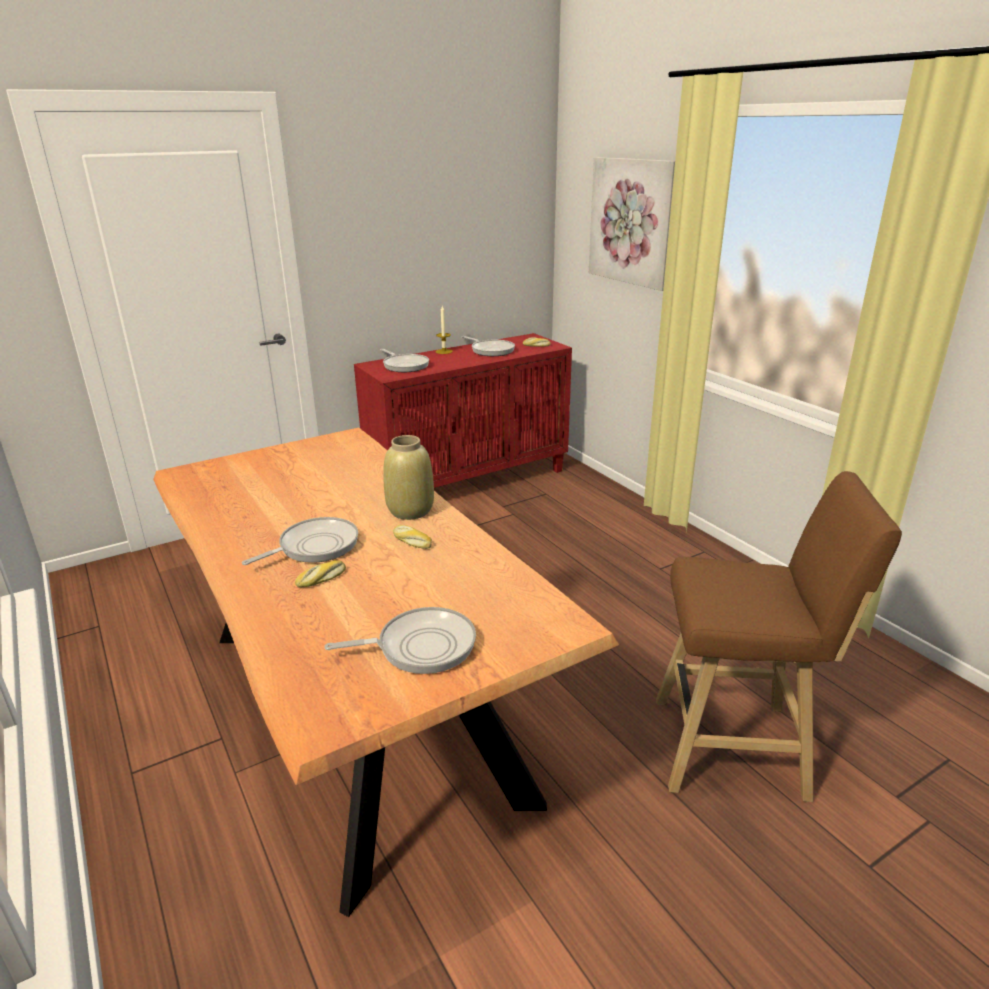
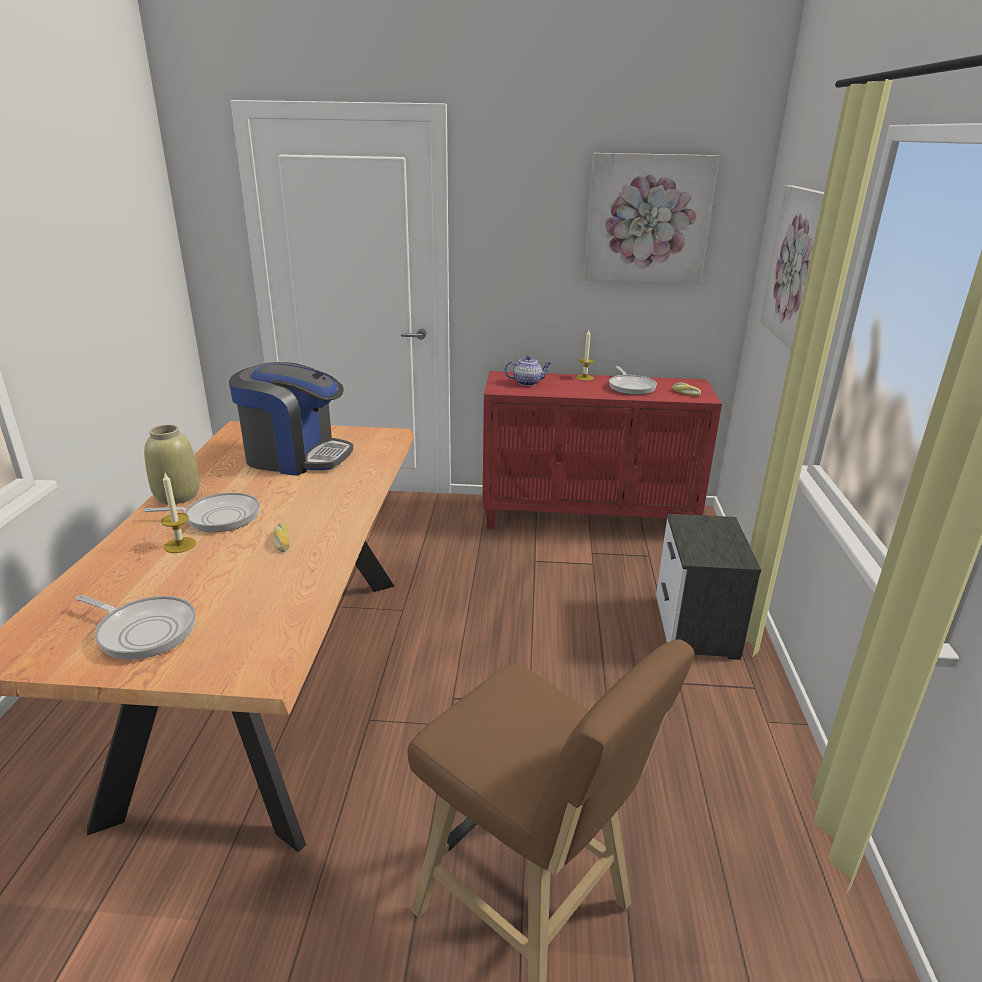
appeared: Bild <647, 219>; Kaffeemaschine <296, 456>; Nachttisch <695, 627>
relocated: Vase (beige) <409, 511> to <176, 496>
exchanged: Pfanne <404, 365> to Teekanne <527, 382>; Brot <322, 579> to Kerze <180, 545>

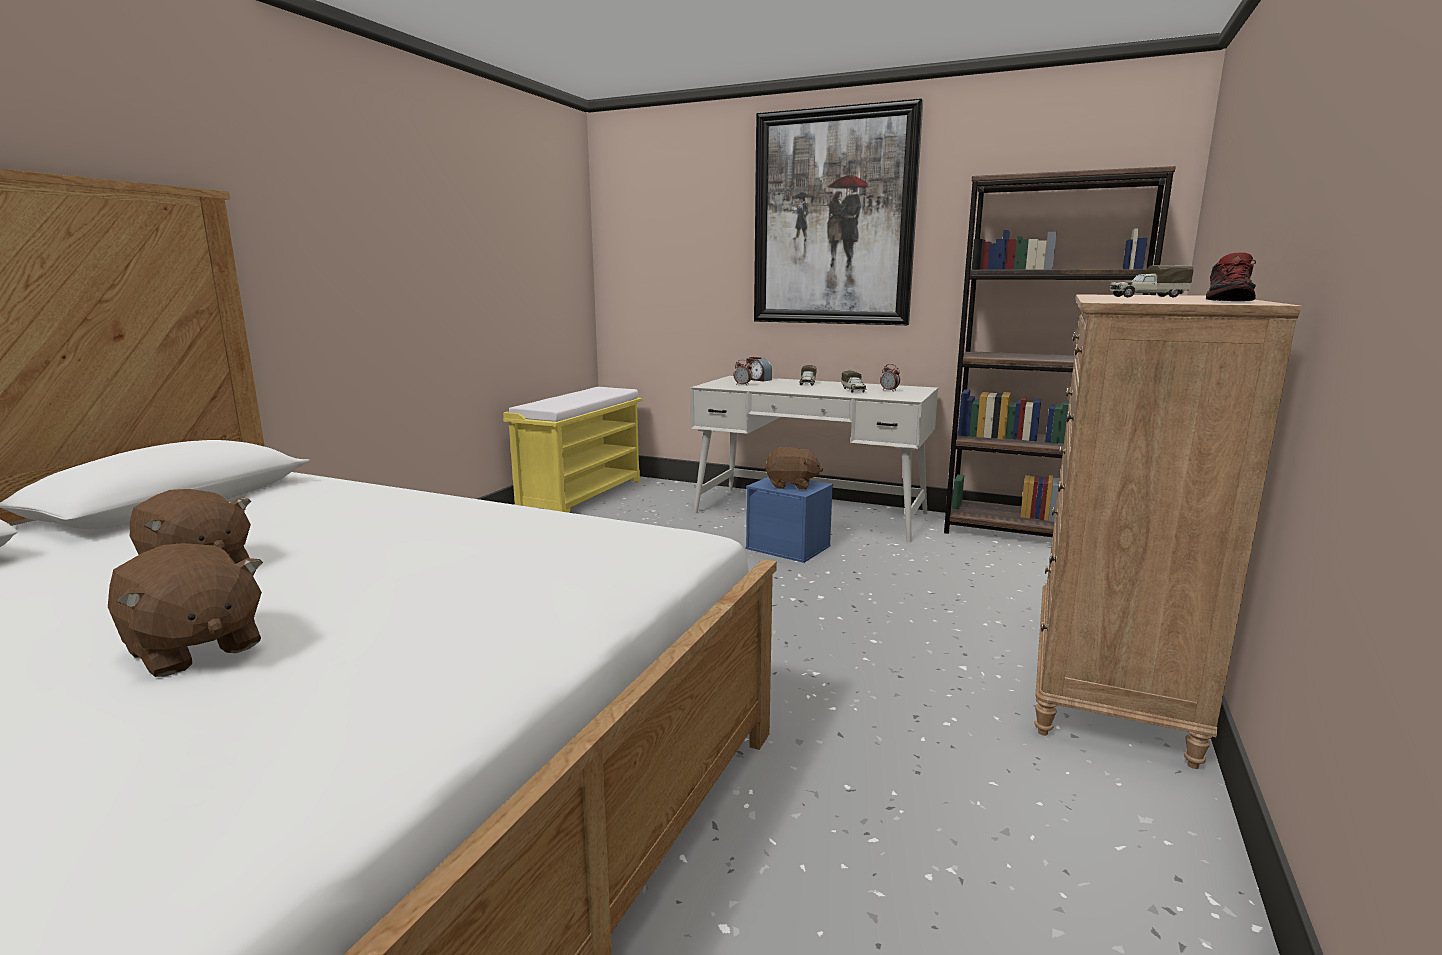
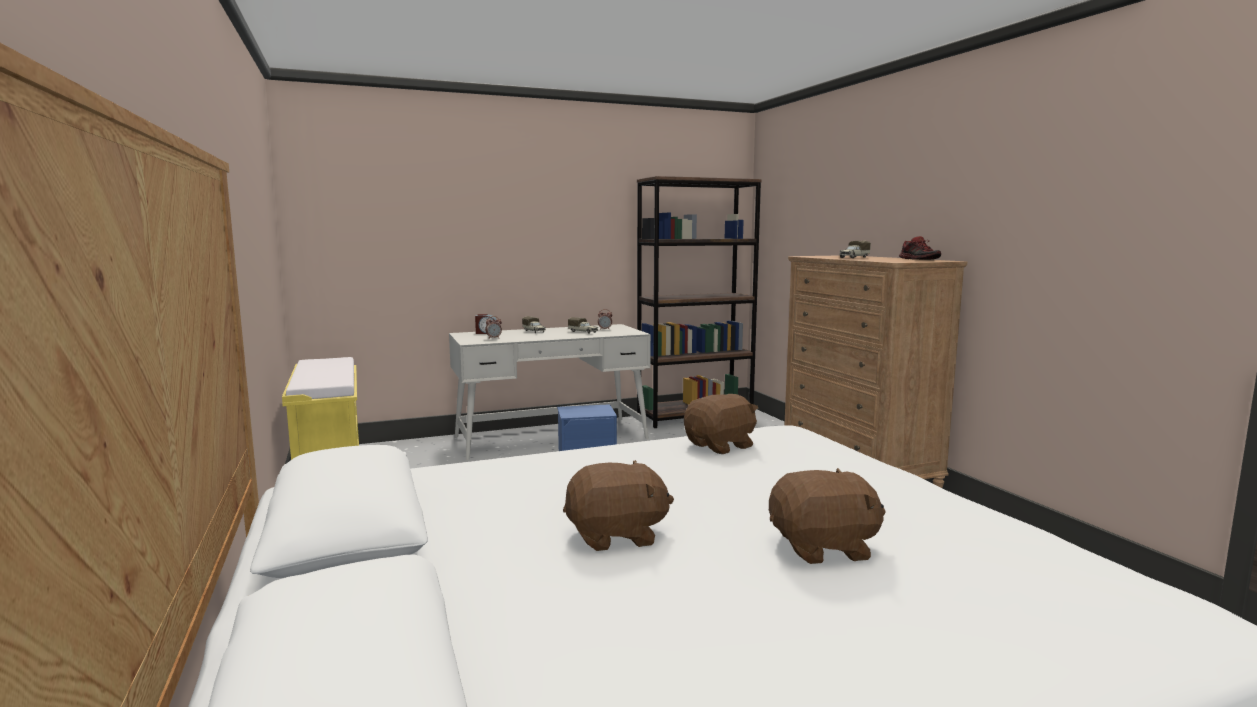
missing: Bild <833, 219>
relocated: Plüschtier (braun) <791, 485> to <721, 446>

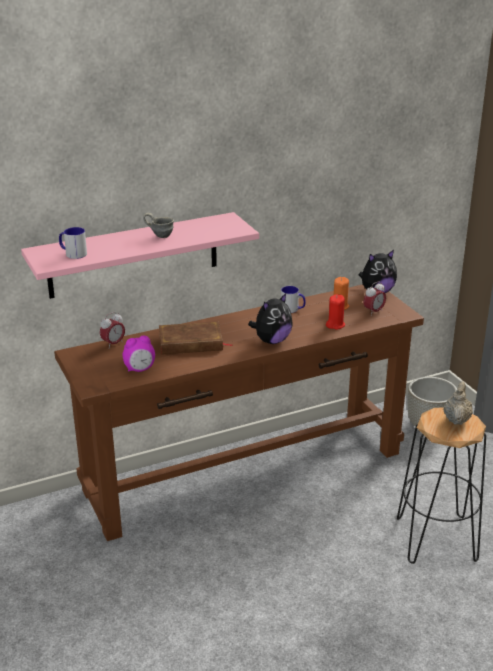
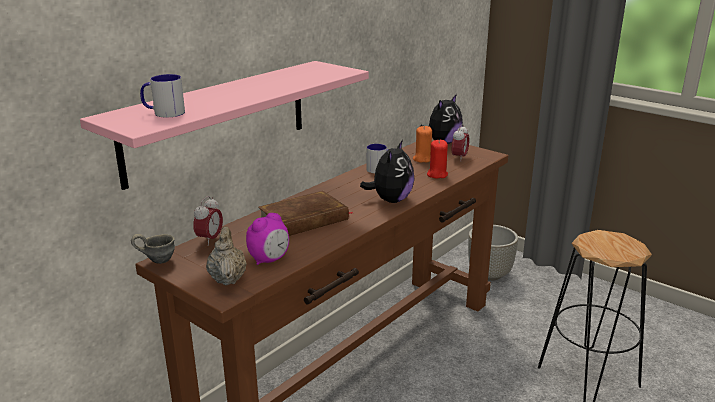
relocated: Henkelbecher (grau) <160, 235> to <158, 260>; Teekanne (beige) <456, 419> to <227, 278>

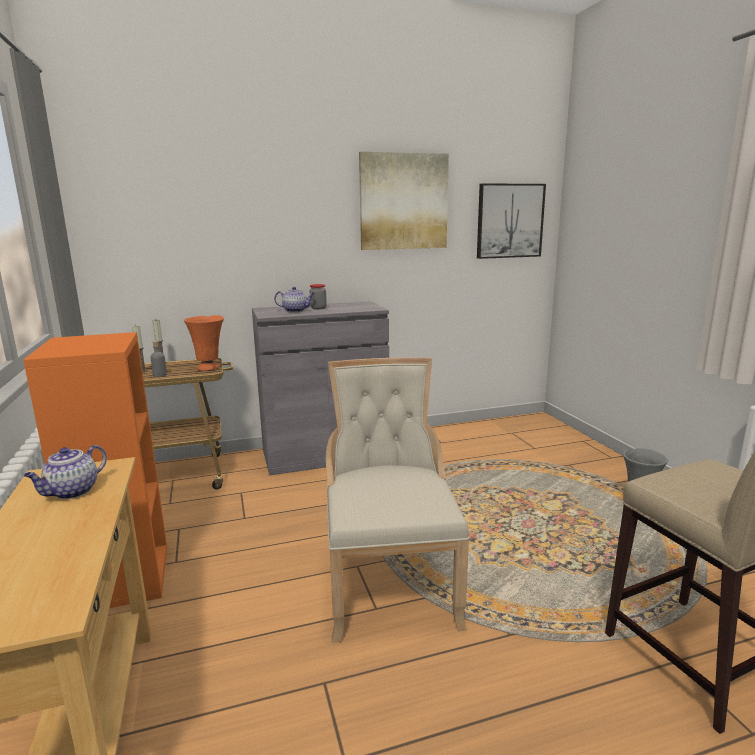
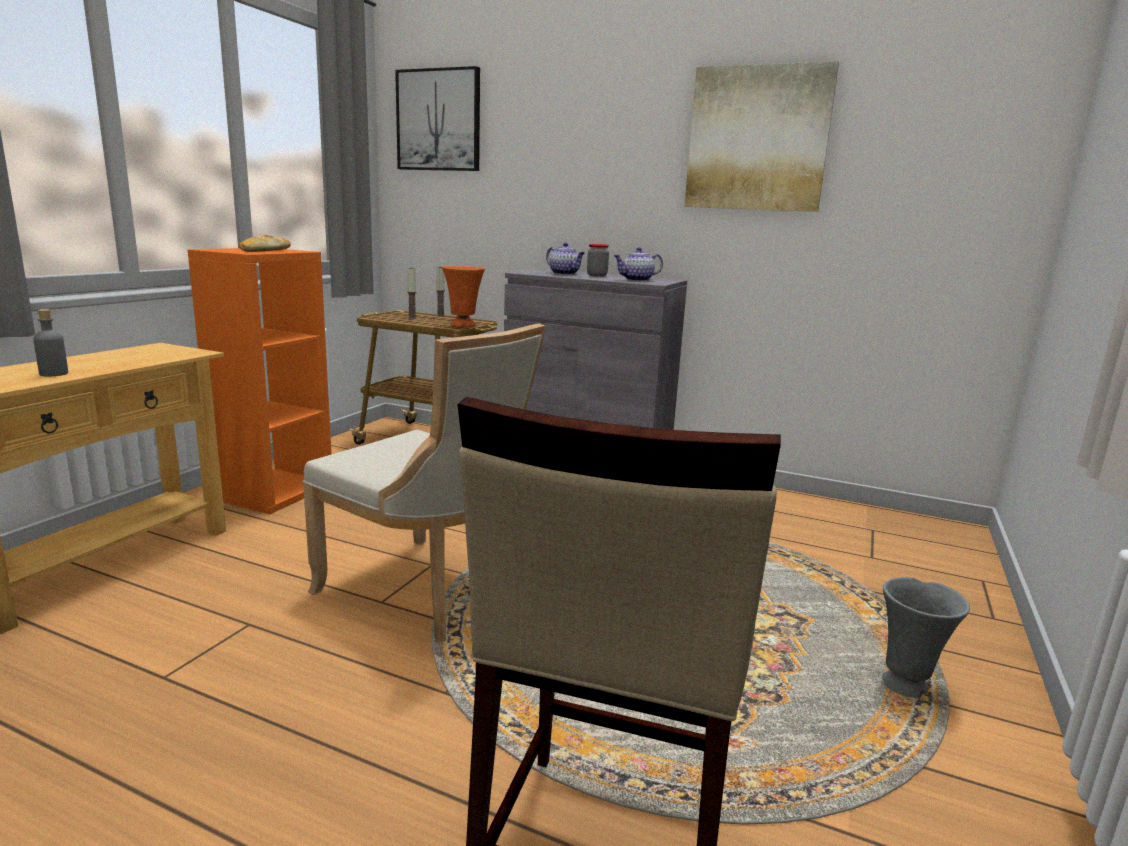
appeared: Brot <266, 250>
relocated: Bild <509, 221> to <439, 120>; Flasche (grau) <160, 375> to <54, 374>; Teekanne <72, 492> to <636, 280>
spun: Stuhl (beige) <390, 584> = <428, 592> 90 degrees clockwise

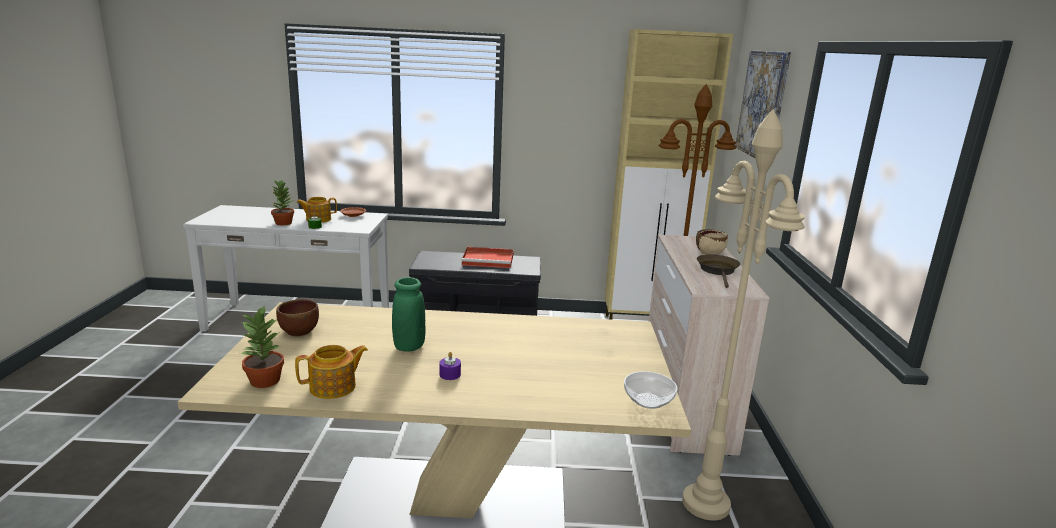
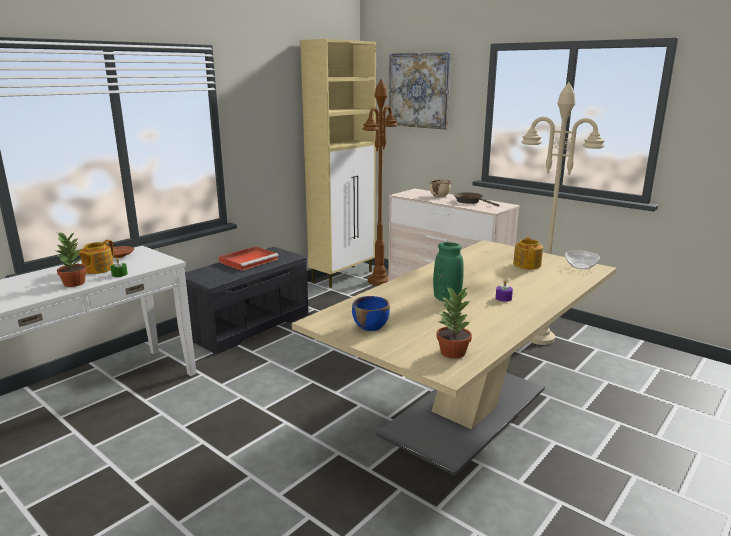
relocated: Teekanne <334, 387> to <527, 264>
colour: Schüssel (braun) <299, 331> to Schüssel (blau) <371, 326>

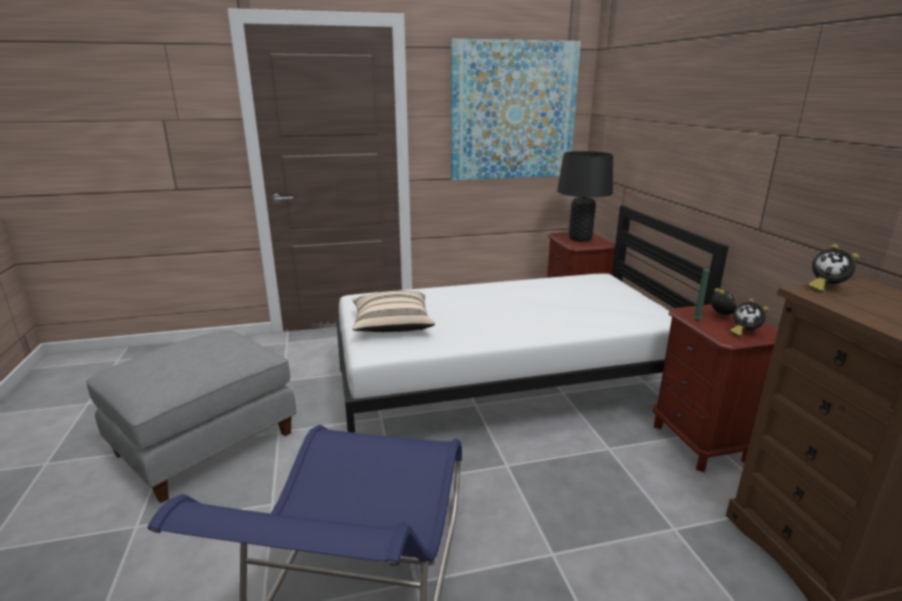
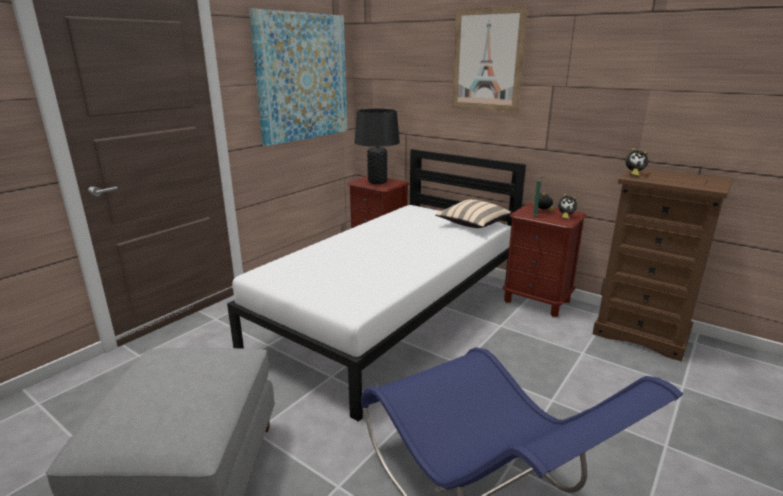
appeared: Bild <487, 60>
relocated: Kissen (beige) <392, 326> to <472, 224>

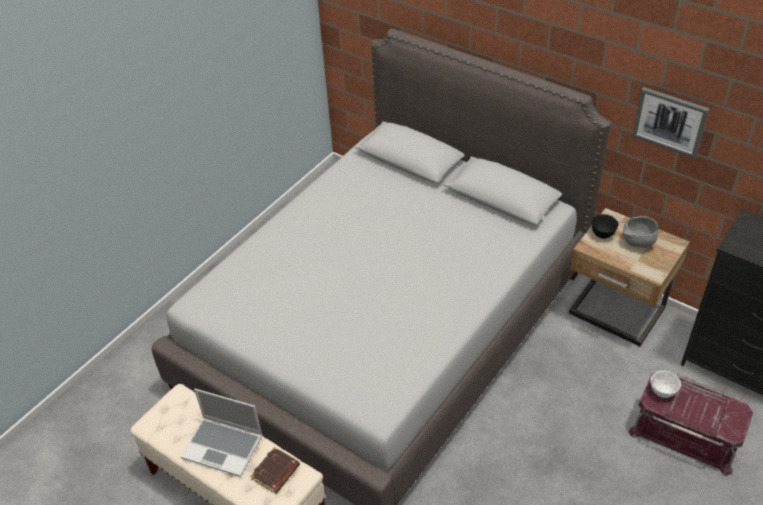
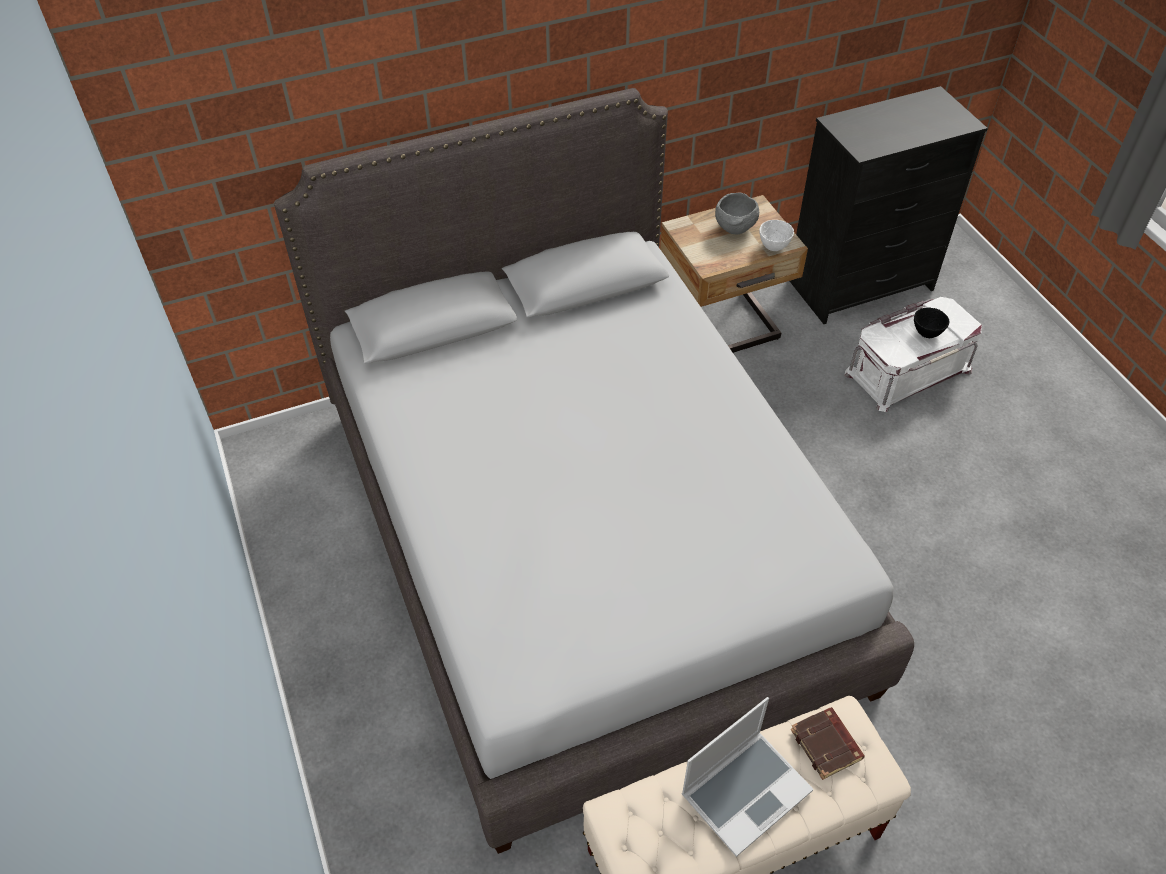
missing: Bild <670, 121>
relocated: Schüssel (schwarz) <602, 234> to <926, 333>; Schüssel (weiß) <662, 391> to <773, 246>
colour: Aufbewahrungsbox (rot) <686, 433> to Aufbewahrungsbox (weiß) <907, 370>

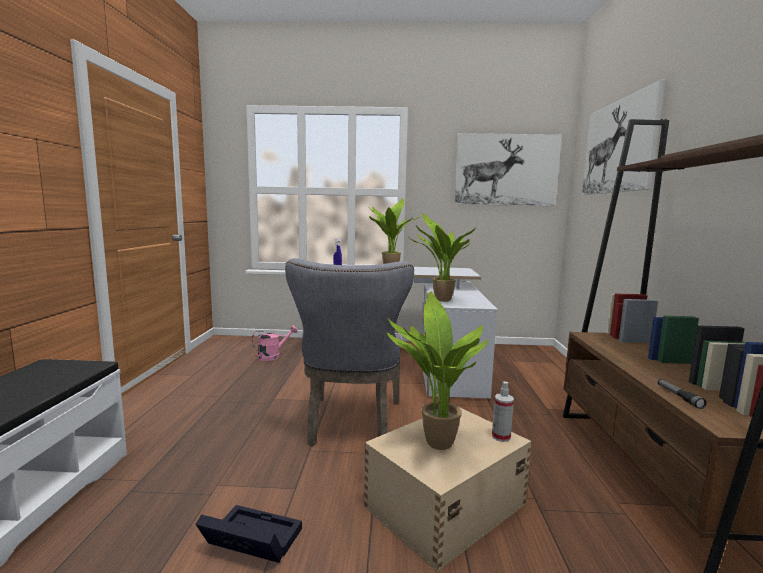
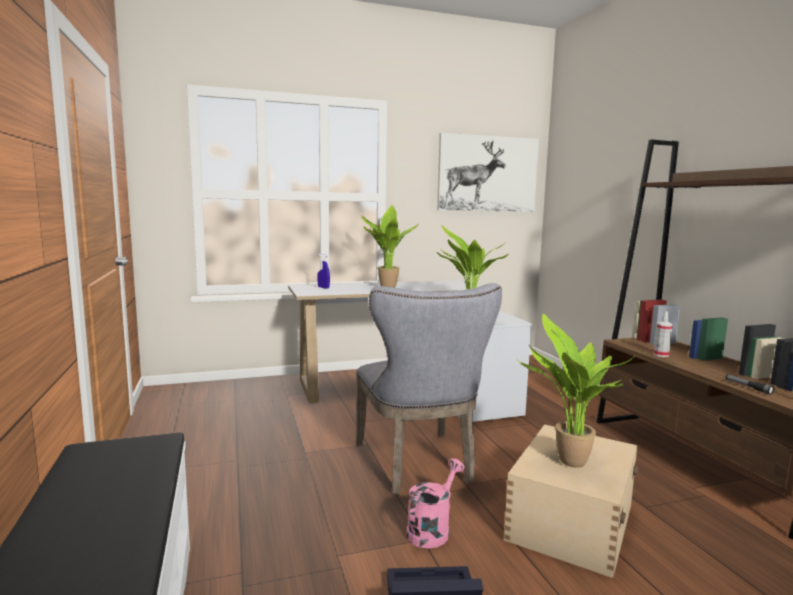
missing: Bild <618, 147>
relocated: Gießkanne (rosa) <273, 356> to <432, 529>; Sprühflasche <501, 437> to <661, 355>

